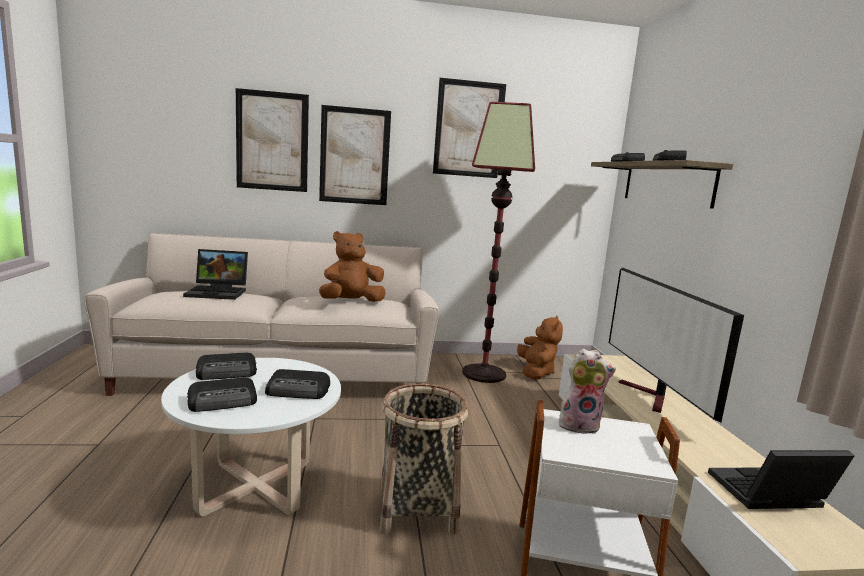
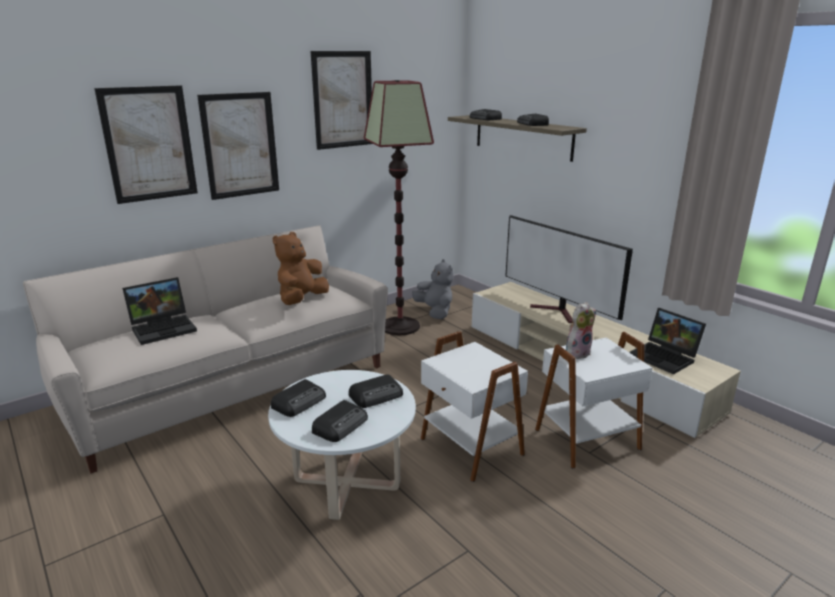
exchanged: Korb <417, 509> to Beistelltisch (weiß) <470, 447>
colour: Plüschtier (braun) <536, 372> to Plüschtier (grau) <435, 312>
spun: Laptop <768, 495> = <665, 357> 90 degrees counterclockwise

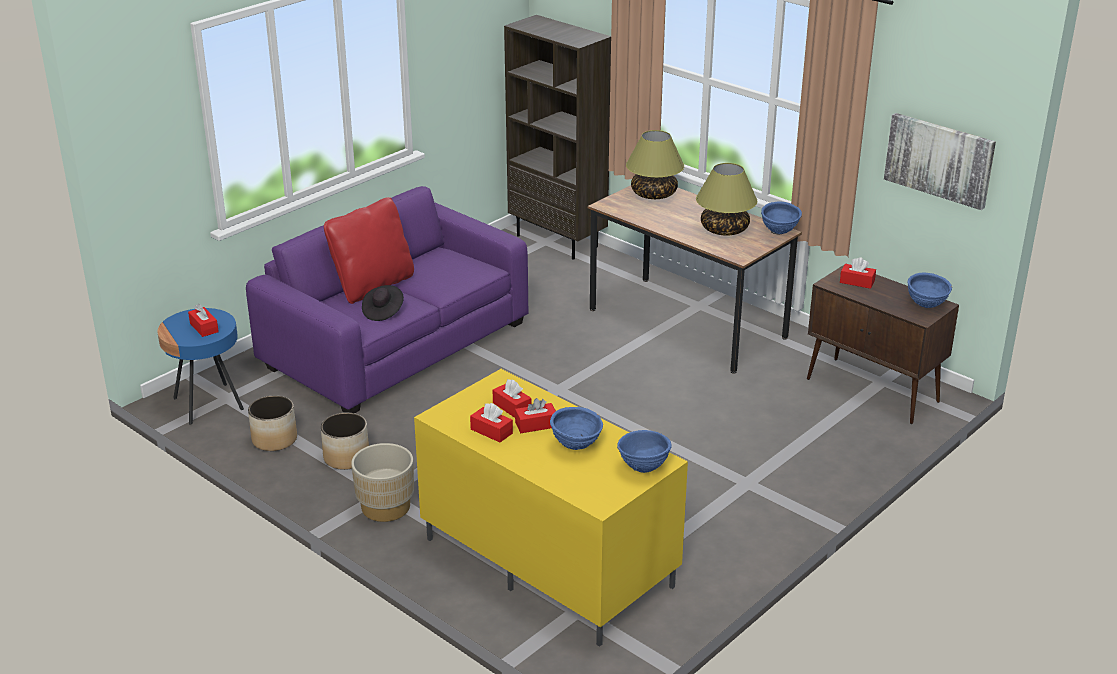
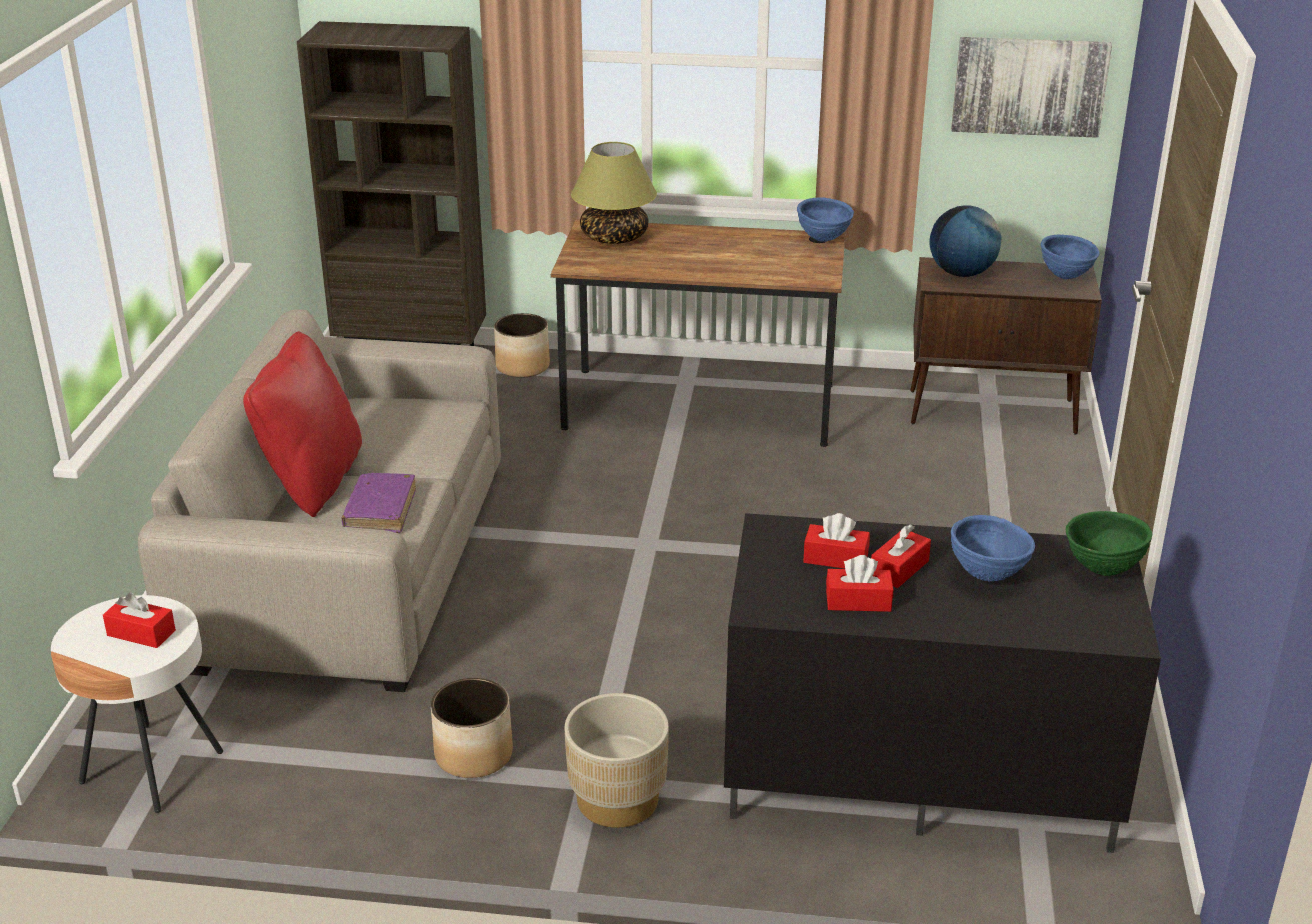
missing: Tischlampe <724, 229>
relocated: Pflanzkübel <275, 439> to <523, 366>
exchanged: Taschentuchbox (rot) <857, 282> to Globus <961, 273>; Hut (schwarz) <383, 311> to Buch (lila) <380, 511>
colour: Sofa (lila) <395, 343> to Sofa (beige) <347, 564>; Beistelltisch (blau) <208, 404> to Beistelltisch (weiß) <152, 767>; Fernsehschrank (gelb) <545, 562> to Fernsehschrank (schwarz) <915, 775>; Schüssel (blau) <643, 468> to Schüssel (grün) <1102, 569>

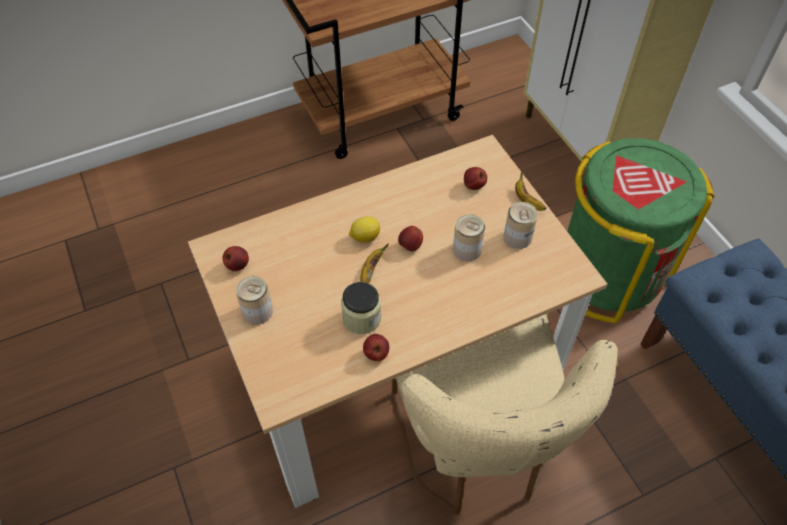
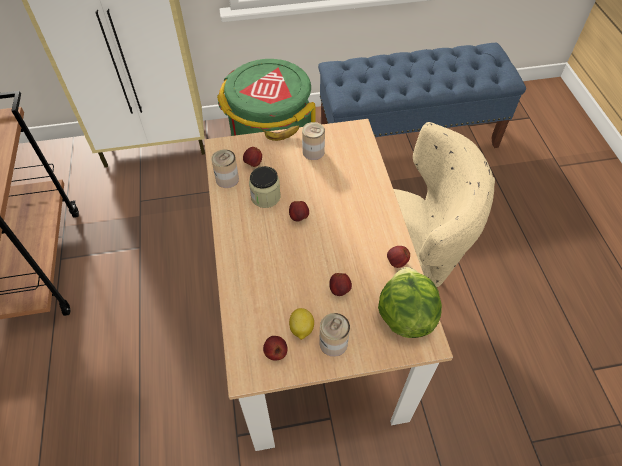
missing: Banane <371, 271>
appeared: Salatkopf <405, 316>; Apfel <340, 290>
relocated: Dose <467, 249> to <227, 179>; Zitrone <364, 237> to <301, 329>; Vorratsglas <362, 318> to <265, 197>

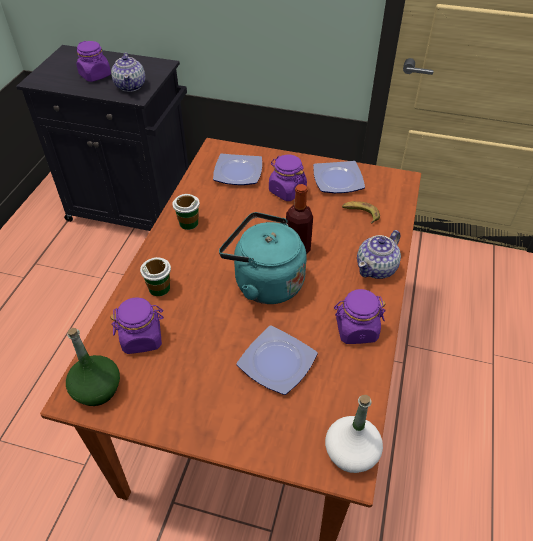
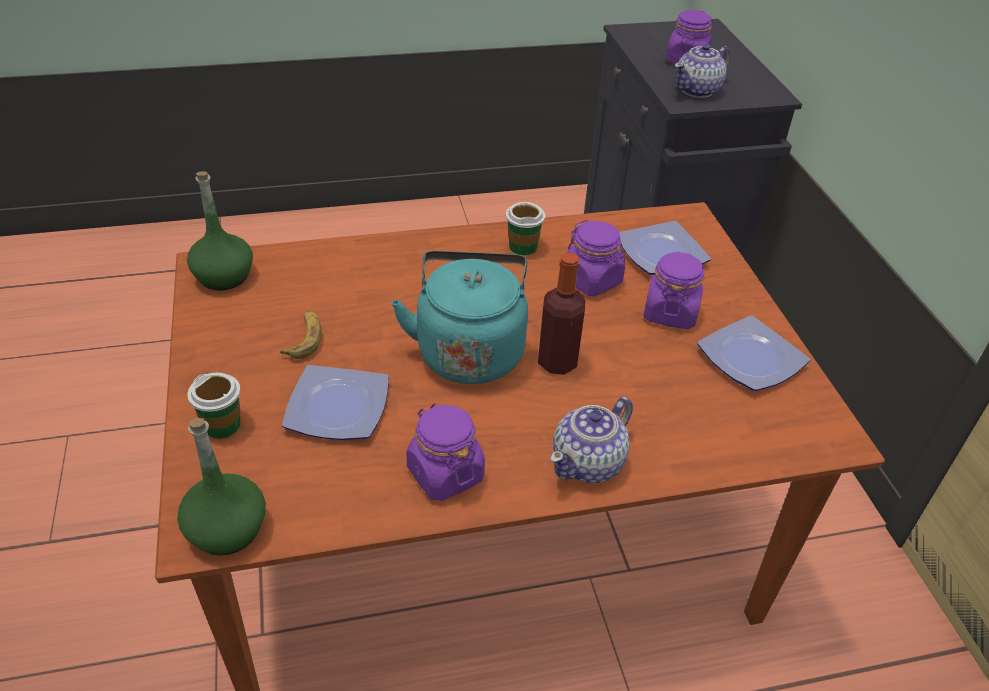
relocated: Banane <360, 214> to <304, 339>; Tasse <159, 288> to <222, 425>; Vorratsglas (lila) <142, 338> to <592, 280>
colour: Flasche (weiß) <351, 452> to Flasche (grün) <226, 529>
spun: Teekanne <377, 268> = <589, 463> 60 degrees counterclockwise

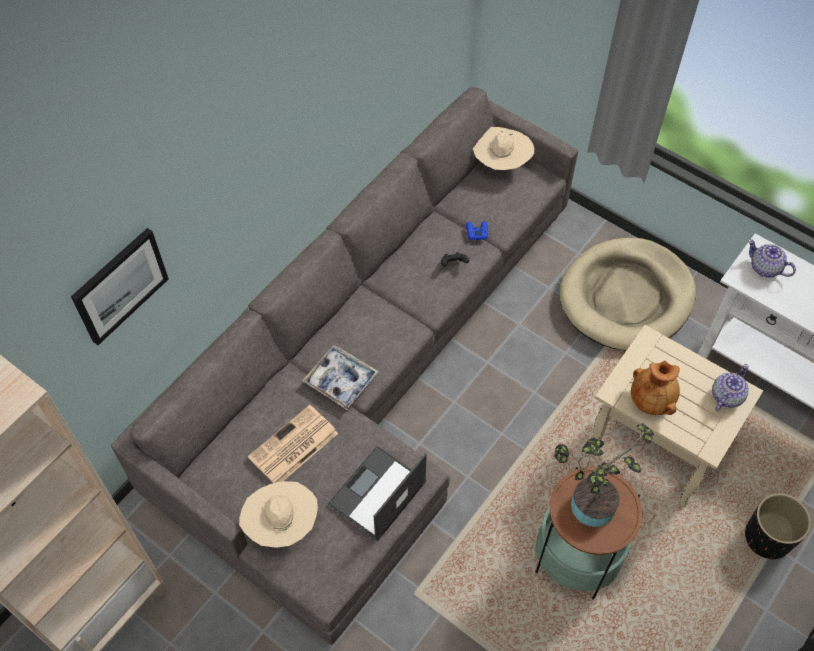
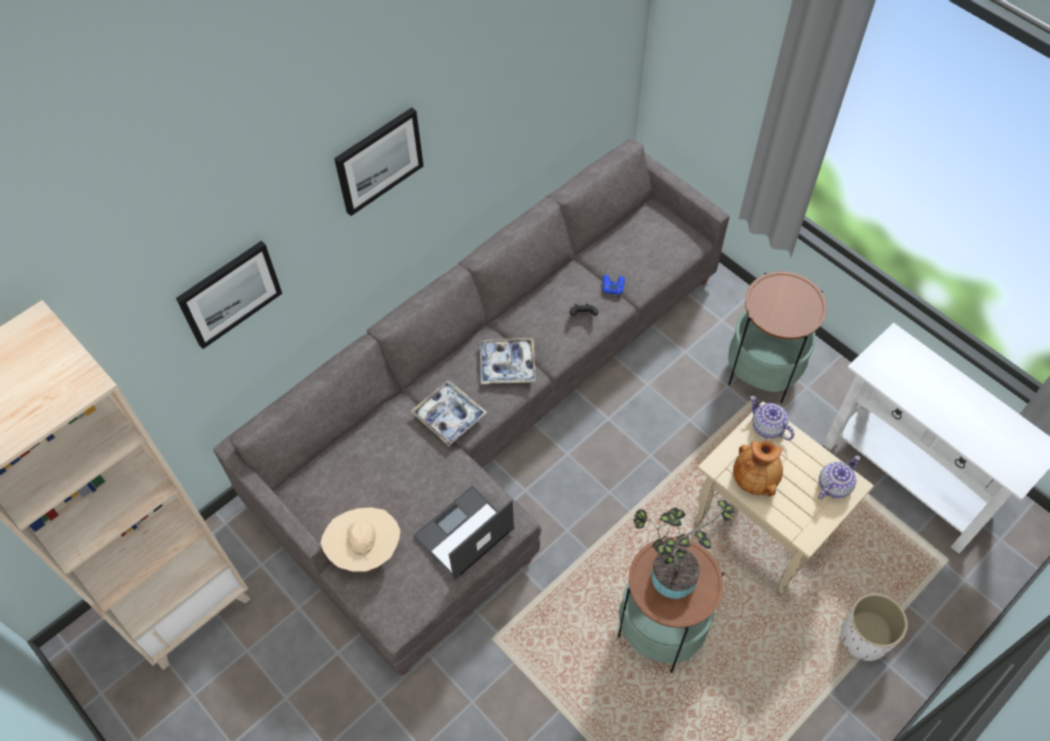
missing: Hut (beige) <500, 163>; Zeitung <293, 447>
appeared: Bild <378, 160>; Tablett <507, 364>
relocated: Teekanne <765, 268> to <767, 427>
exchanged: Hundebett (beige) <626, 297> to Beistelltisch <762, 372>
colour: Pflanzkübel (schwarz) <768, 538> to Pflanzkübel (weiß) <864, 638>

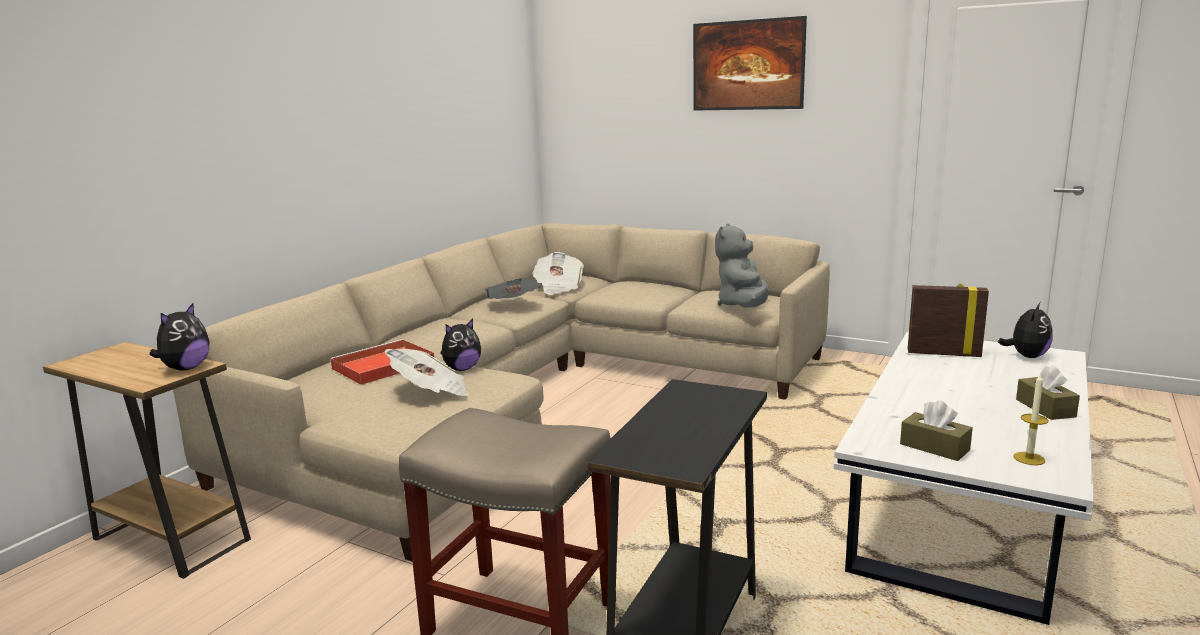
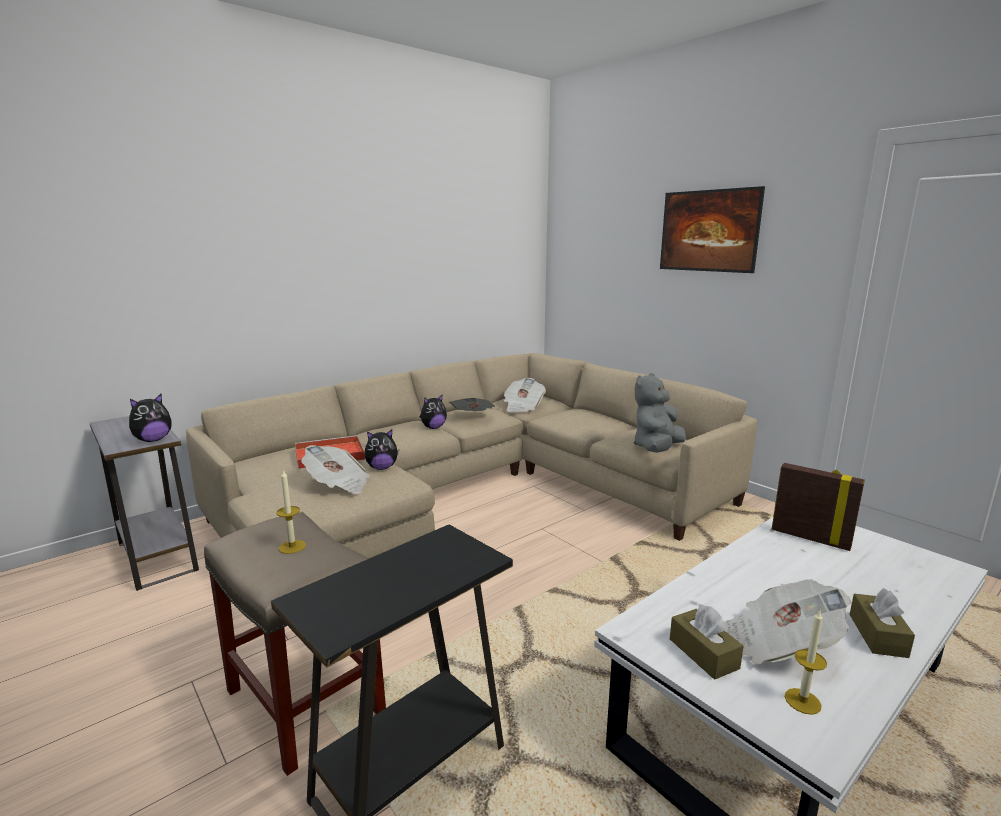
appeared: Kerze <292, 547>; Zeitung <778, 644>
relocated: Plüschtier <1026, 356> to <433, 427>
colour: Beistelltisch (braun) <171, 539> to Beistelltisch (grau) <157, 557>

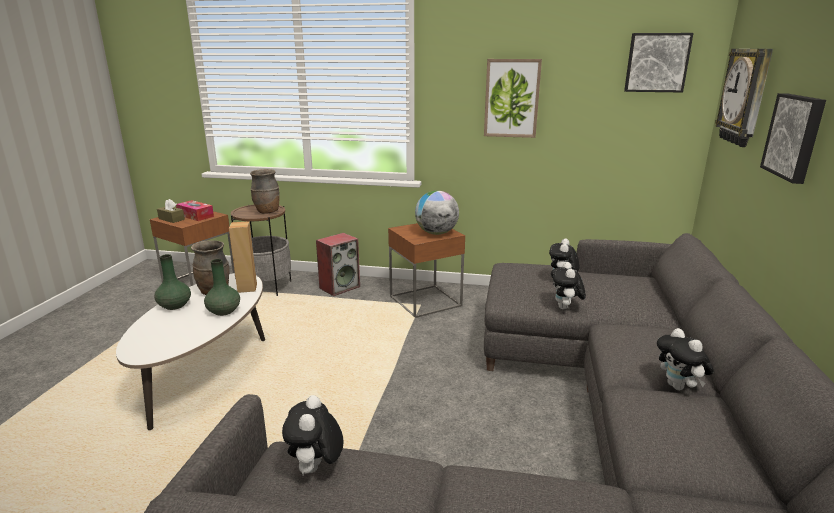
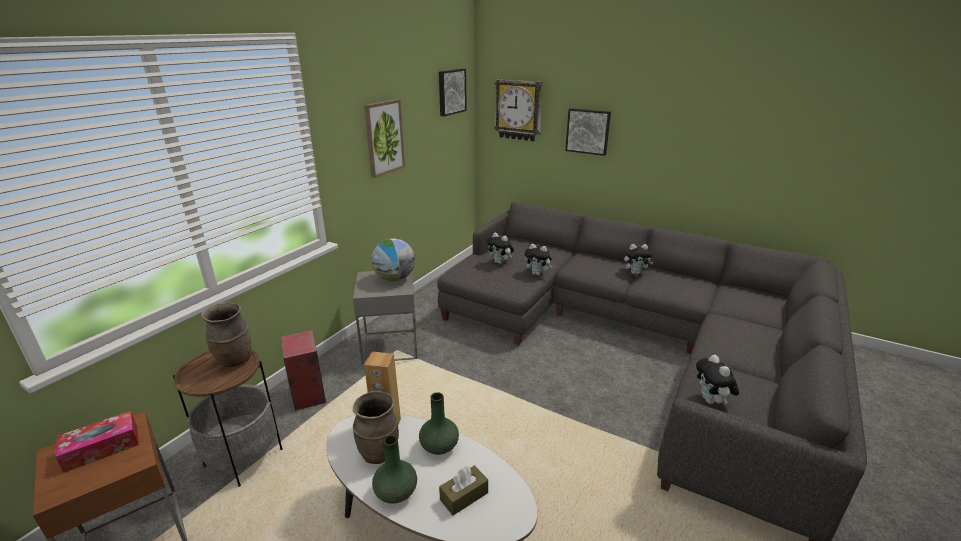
relocated: Taschentuchbox (braun) <171, 219> to <464, 496>
colour: Beistelltisch (braun) <425, 301> to Beistelltisch (grau) <390, 346>
spun: Plüschtier <316, 469> = <711, 401> 60 degrees clockwise

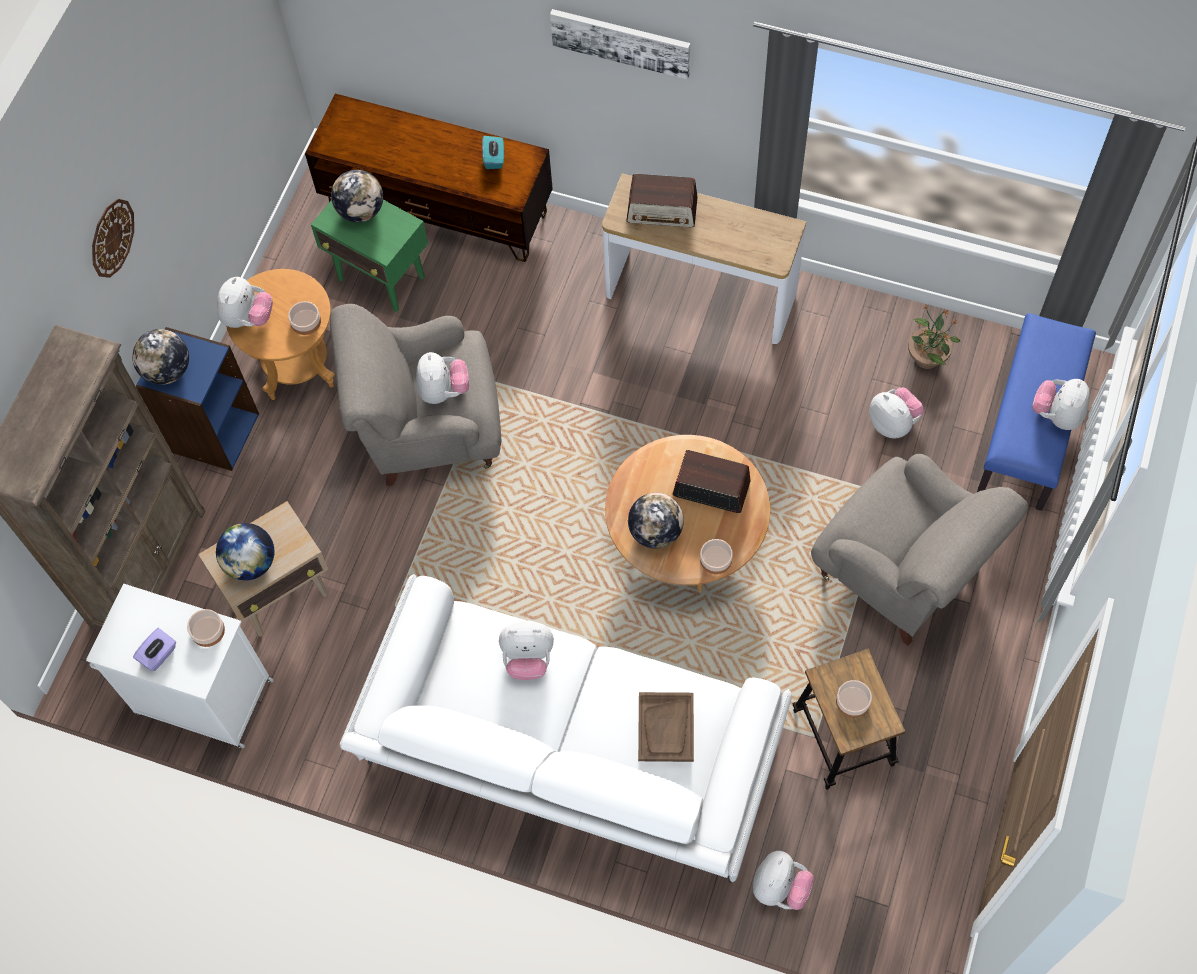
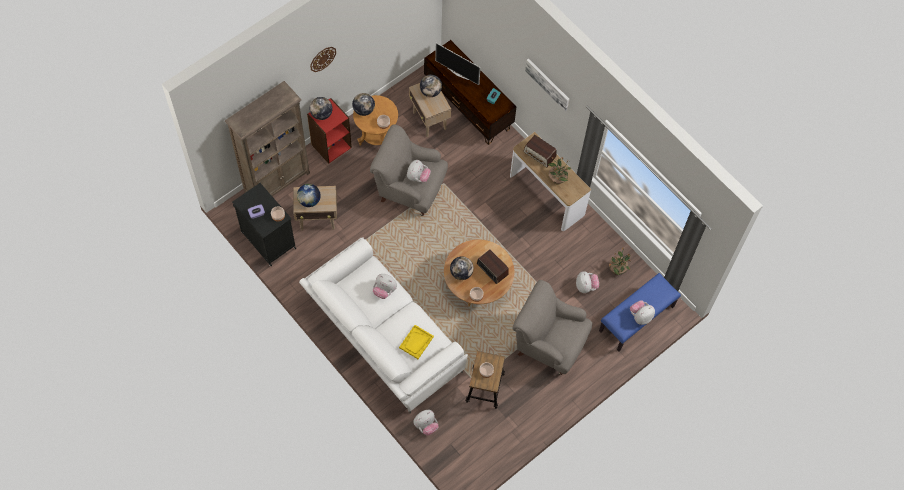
appeared: Fernseher <458, 73>; Topfpflanze <557, 178>
exchanged: Plüschtier <248, 318> to Globus <363, 110>
colour: Beistelltisch (grün) <382, 279> to Beistelltisch (beige) <429, 121>; Bücherregal (blau) <214, 432> to Bücherregal (rot) <331, 145>; Schrank (weiß) <201, 696> to Schrank (schwarz) <267, 239>; Tablett (braun) <666, 728> to Tablett (gelb) <416, 342>
spun: Sessel (grau) <902, 573> = <549, 343> 135 degrees clockwise

